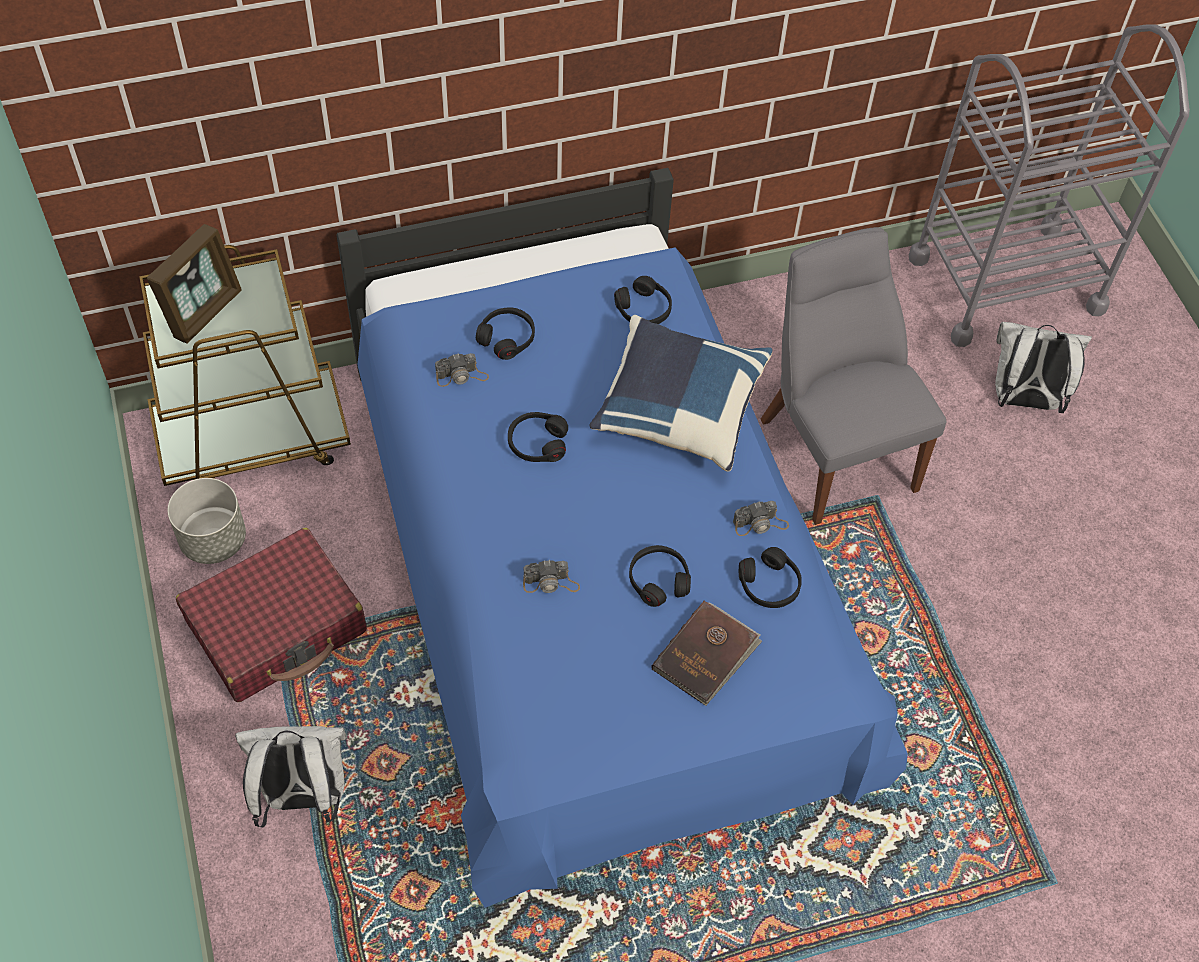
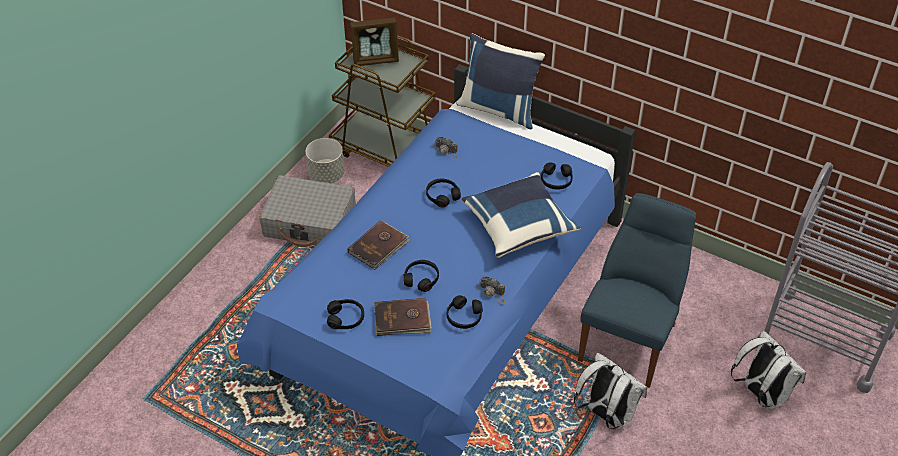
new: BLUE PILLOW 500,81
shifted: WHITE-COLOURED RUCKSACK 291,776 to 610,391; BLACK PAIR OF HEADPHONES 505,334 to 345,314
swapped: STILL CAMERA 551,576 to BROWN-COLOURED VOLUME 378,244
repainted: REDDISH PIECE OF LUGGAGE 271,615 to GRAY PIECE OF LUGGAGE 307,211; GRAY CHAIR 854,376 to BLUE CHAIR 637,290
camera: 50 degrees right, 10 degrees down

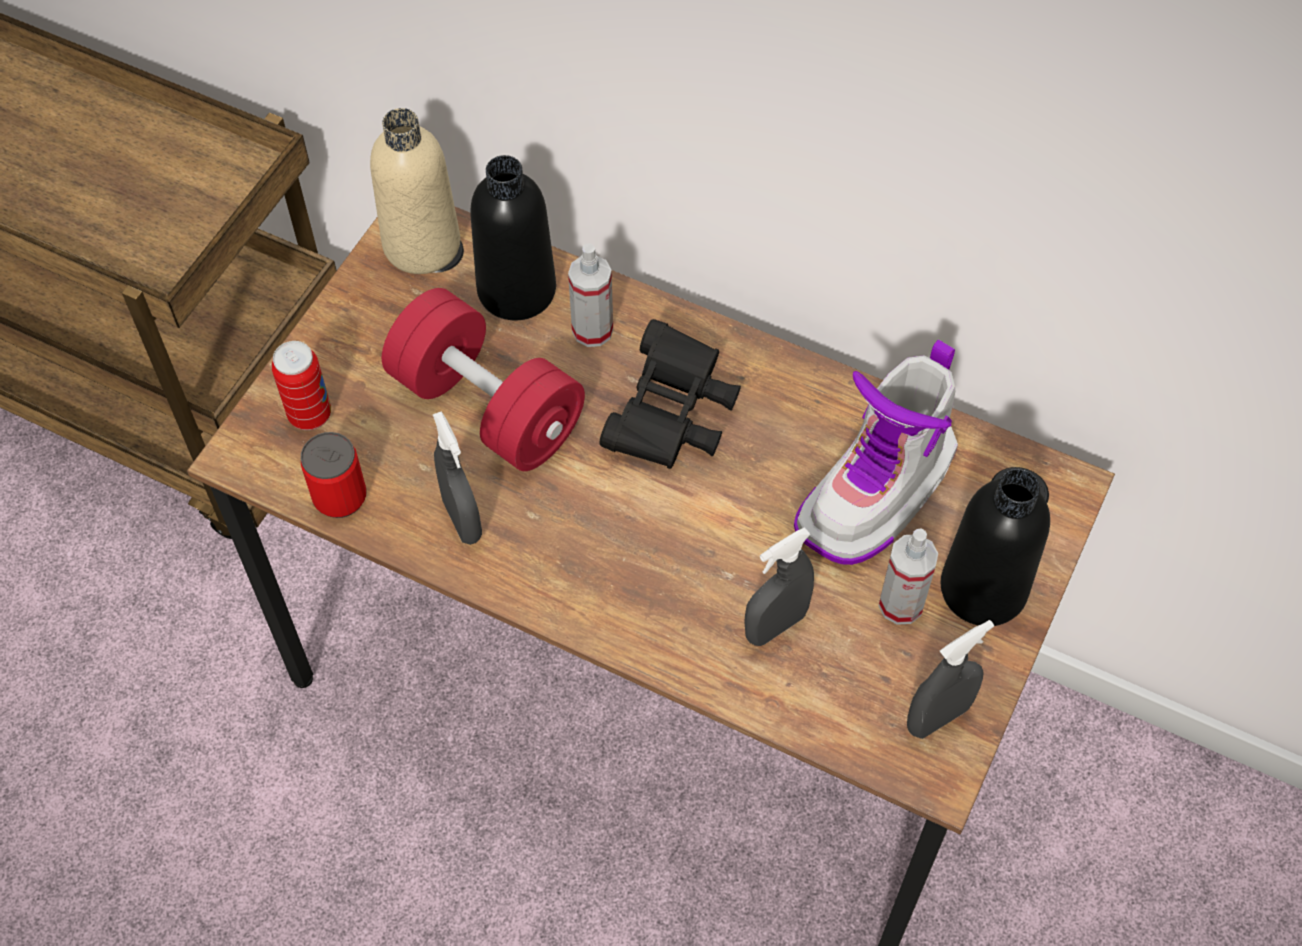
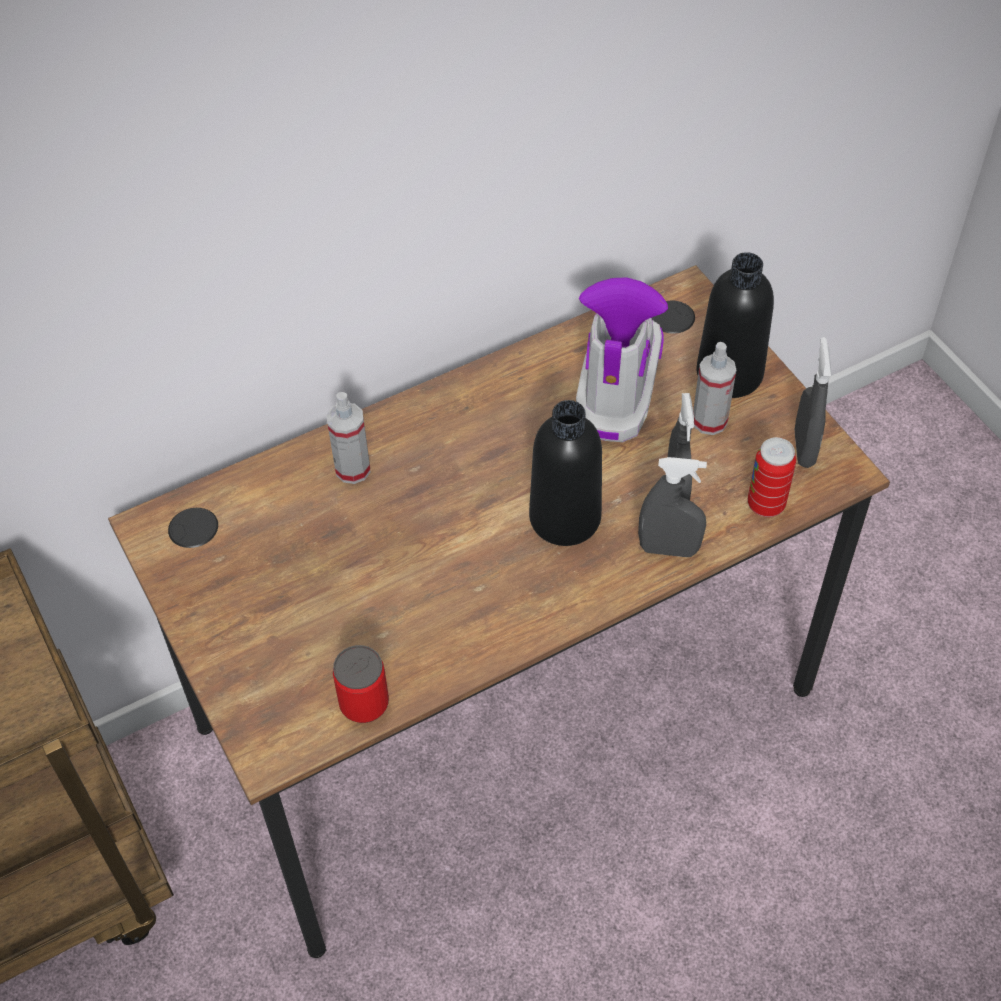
gone: SAND-COLOURED DRINK BOTTLE 415,191; REDDISH HAND WEIGHT 483,379; BLACK BINOCULARS 670,394
shifted: SEALED CAN 301,385 to 772,477; GRAY HAND SPRAYER 457,478 to 672,507; BLACK DRINK BOTTLE 513,237 to 565,473
rotated: TALL BOOT 876,452 = 622,359 150 degrees counterclockwise
camera: 55 degrees left, 5 degrees down

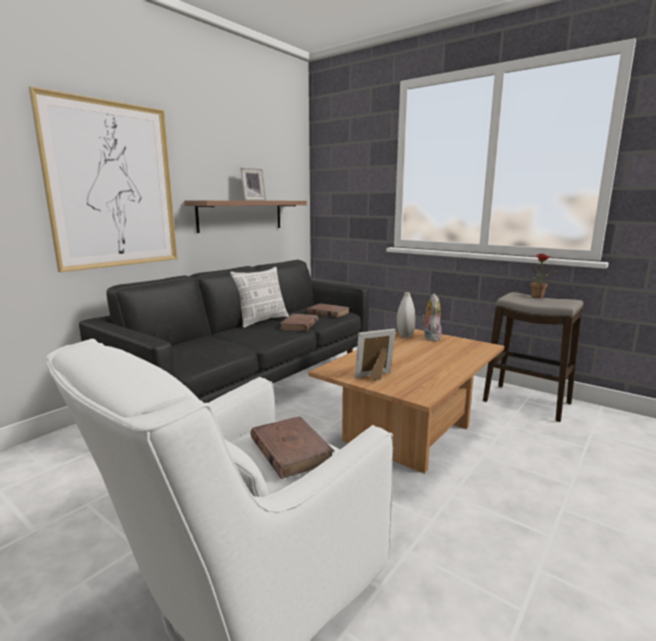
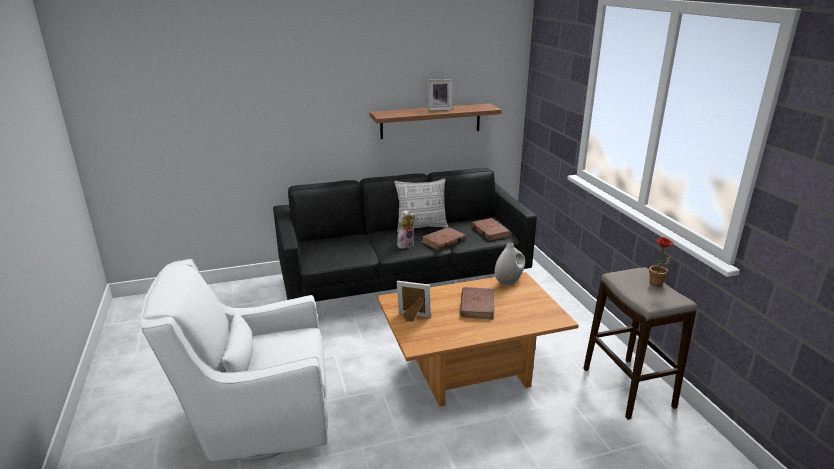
gone: WALL PICTURE 103,179
shifted: BROWN-COLOURED VOLUME 292,447 to 477,303; SOFT TOY 432,317 to 406,229
camera: 35 degrees right, 10 degrees up

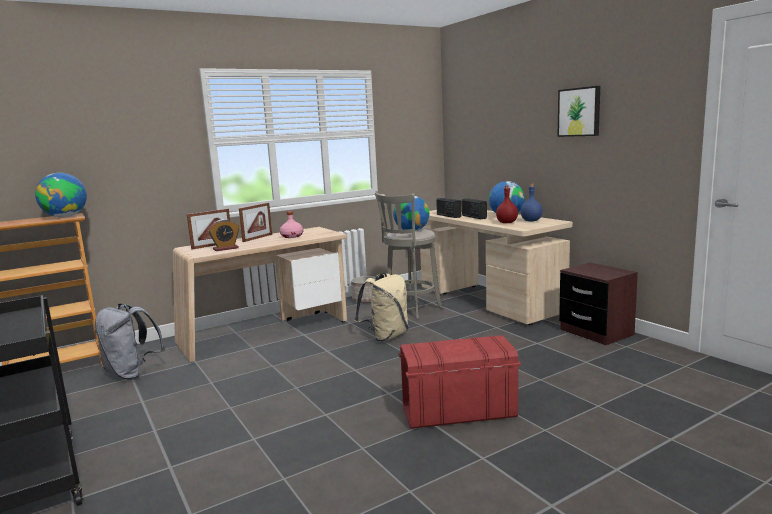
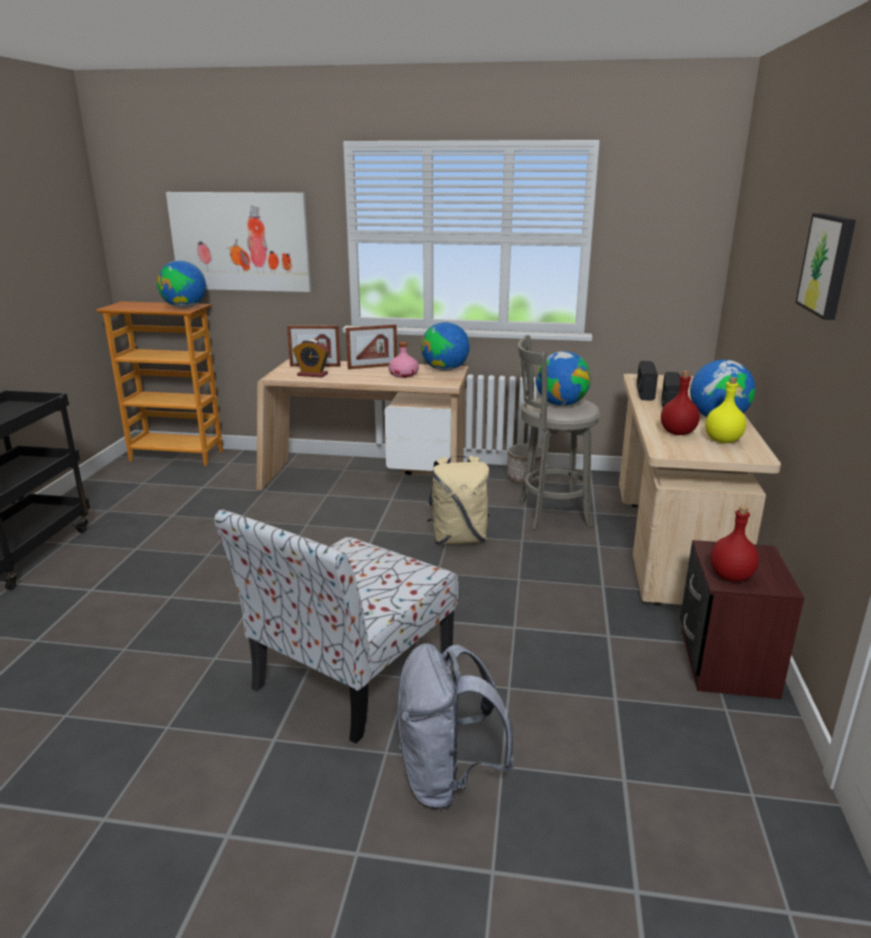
new: WALL PICTURE 238,242; WORLD GLOBE 445,346; REDDISH DRINK BOTTLE 734,544
shifted: GRAY RUCKSACK 130,342 to 456,726
swapped: REDDISH STORAGE BOX 459,382 to CHAIR 336,626
repainted: BLUE DRINK BOTTLE 532,202 to YELLOWISH DRINK BOTTLE 725,410
camera: 40 degrees right, 10 degrees up

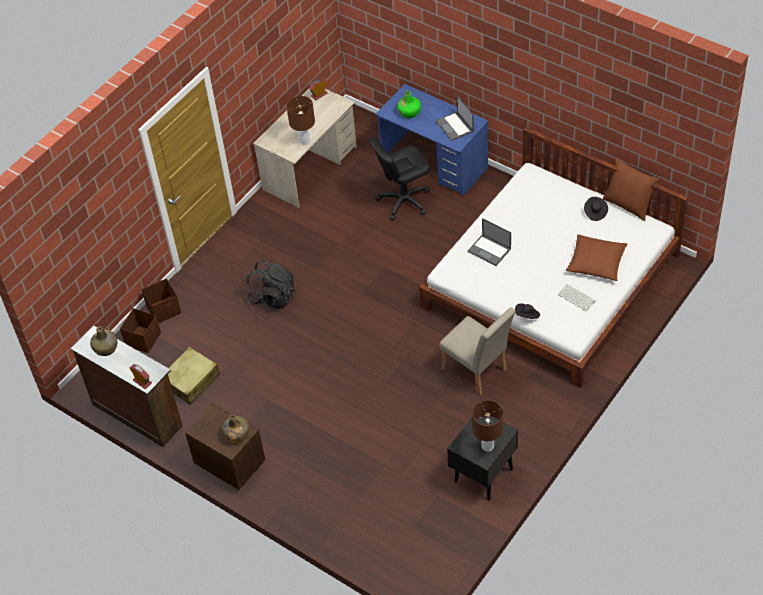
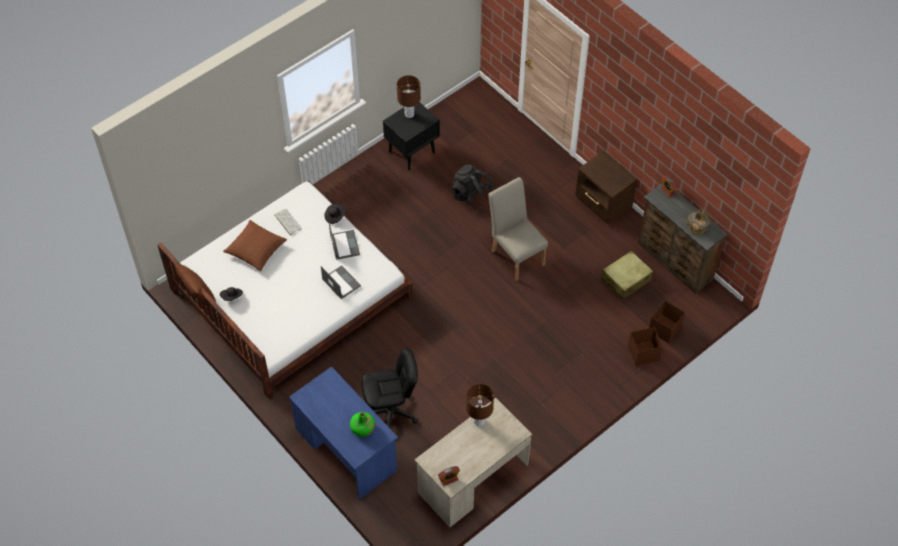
gone: GREENISH DRINK BOTTLE 235,429
shifted: BLACK RUCKSACK 270,284 to 473,188; PORTABLE COMPUTER 454,118 to 344,241; SAND-COLOURED CHAIR 478,351 to 518,229
camera: 170 degrees left, 5 degrees up

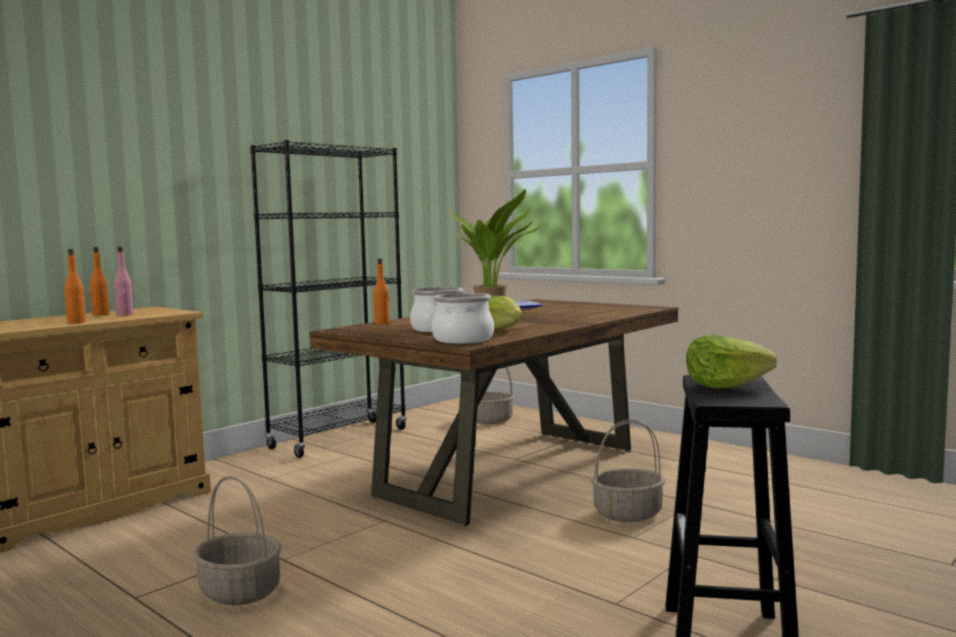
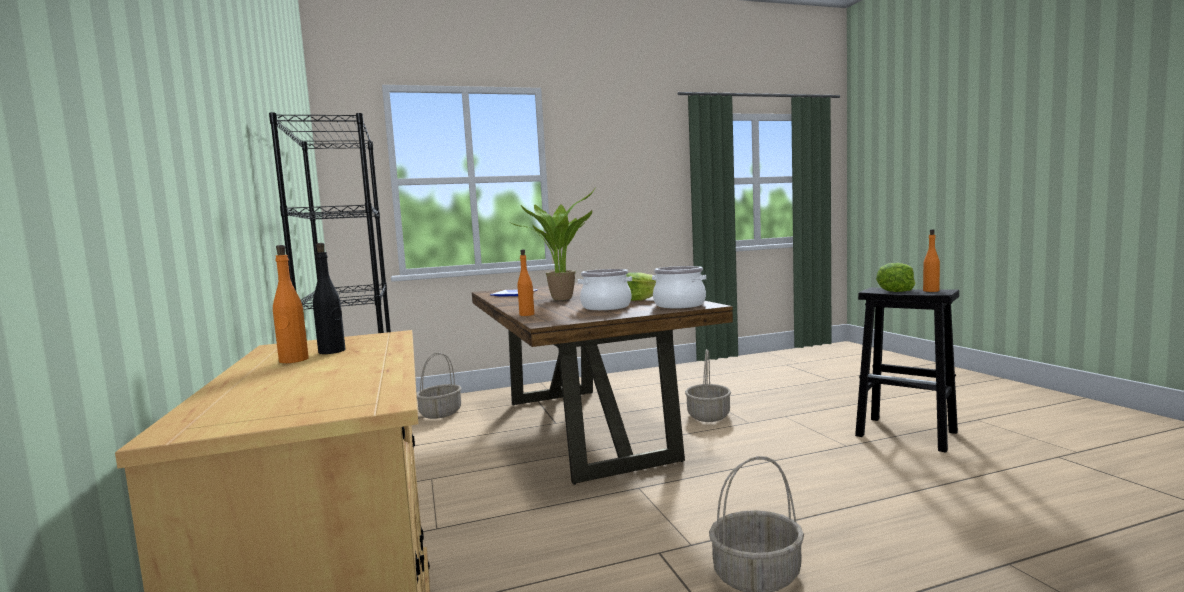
shifted: ORANGE-COLOURED DRINK BOTTLE 75,286 to 931,260
repainted: PINK DRINK BOTTLE 124,281 to BLACK DRINK BOTTLE 329,298
camera: 60 degrees left, 0 degrees up

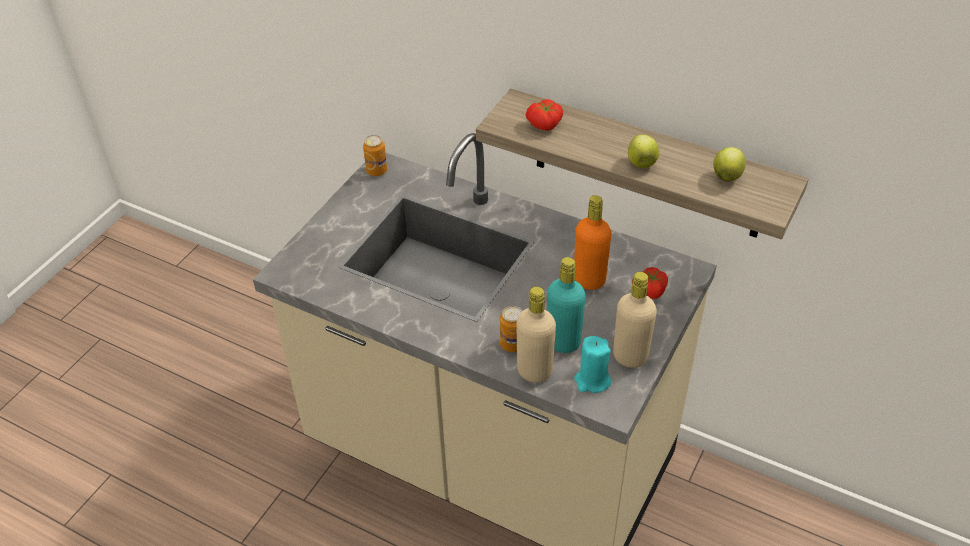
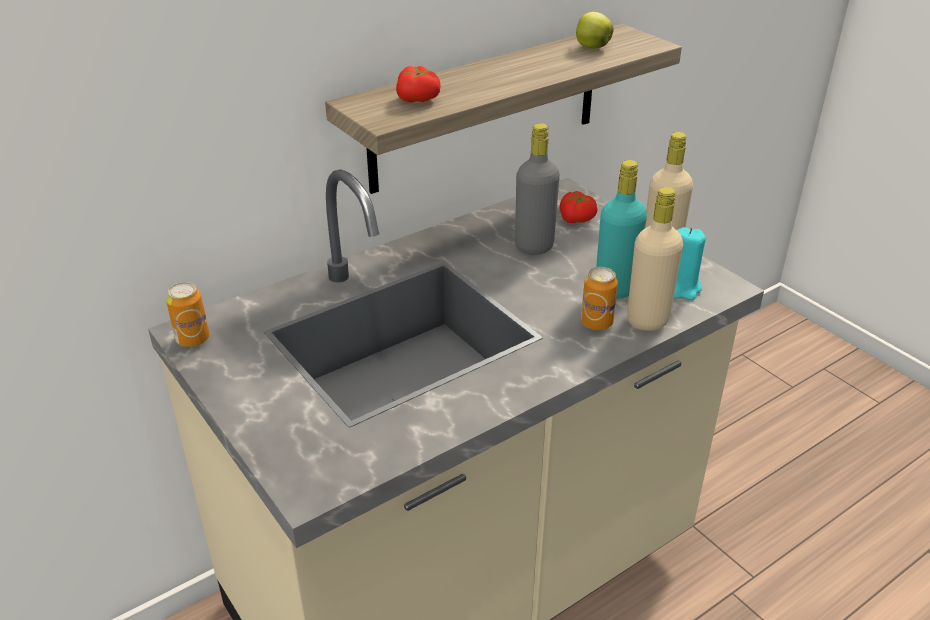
gone: APPLE 643,151
repainted: ORANGE-COLOURED DRINK BOTTLE 592,242 to GRAY DRINK BOTTLE 537,189
camera: 65 degrees left, 10 degrees down

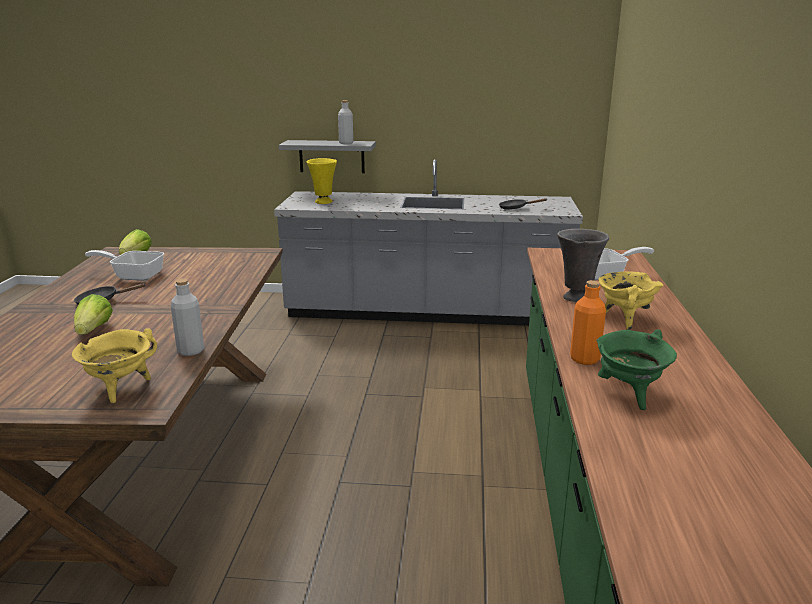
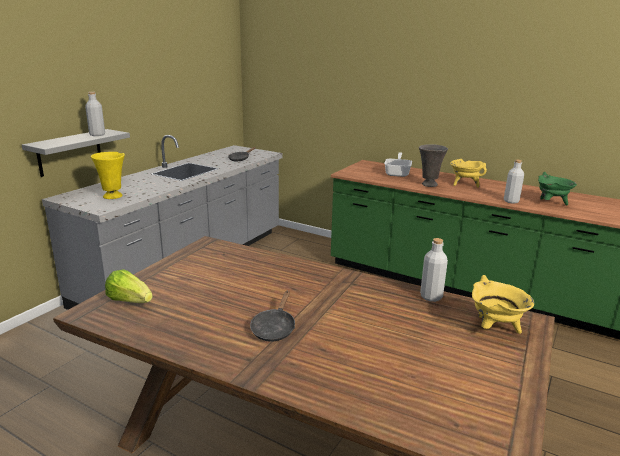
gone: LETTUCE HEAD 93,314; FRYING PAN 124,265
repainted: ORANGE-COLOURED DRINK BOTTLE 588,322 to GRAY DRINK BOTTLE 514,182
camera: 65 degrees left, 0 degrees up

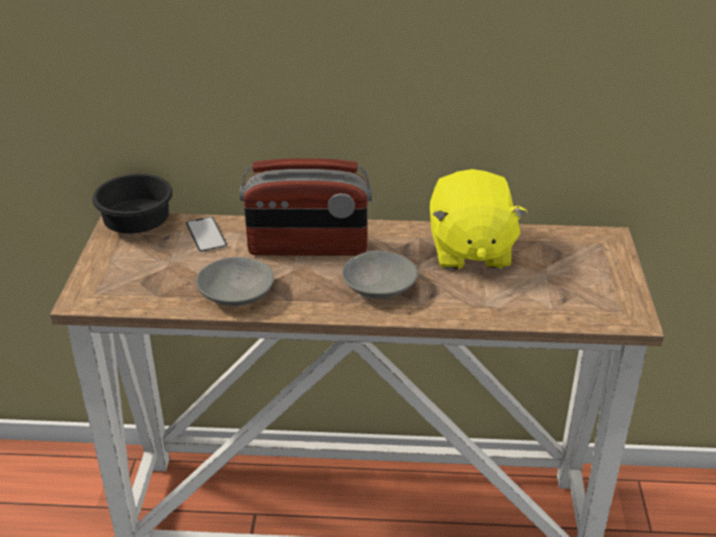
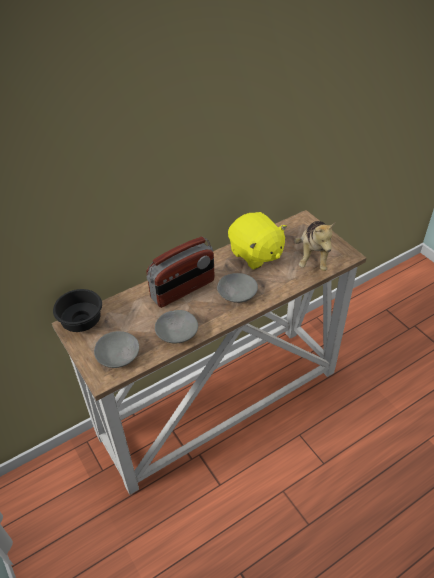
gone: PHONE 206,234
new: GRAY DEEP DISH 116,349; SOFT TOY 315,246
camera: 35 degrees left, 10 degrees up

